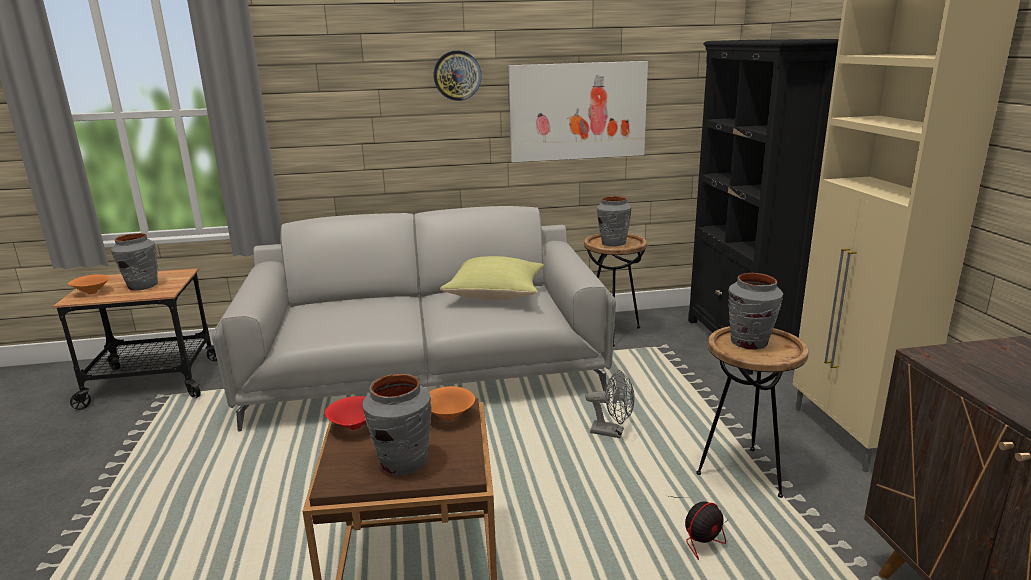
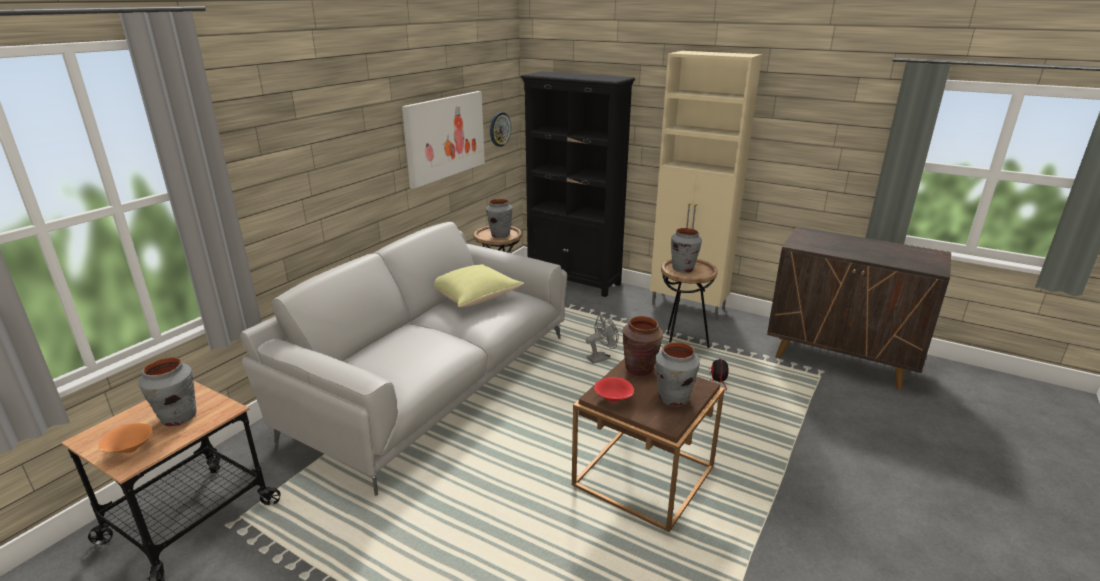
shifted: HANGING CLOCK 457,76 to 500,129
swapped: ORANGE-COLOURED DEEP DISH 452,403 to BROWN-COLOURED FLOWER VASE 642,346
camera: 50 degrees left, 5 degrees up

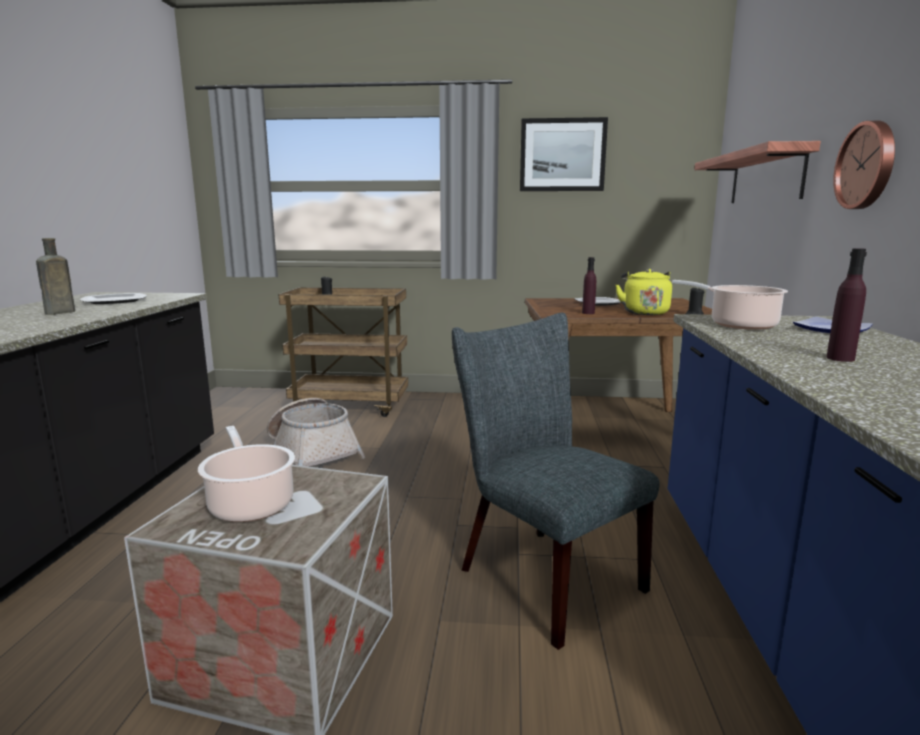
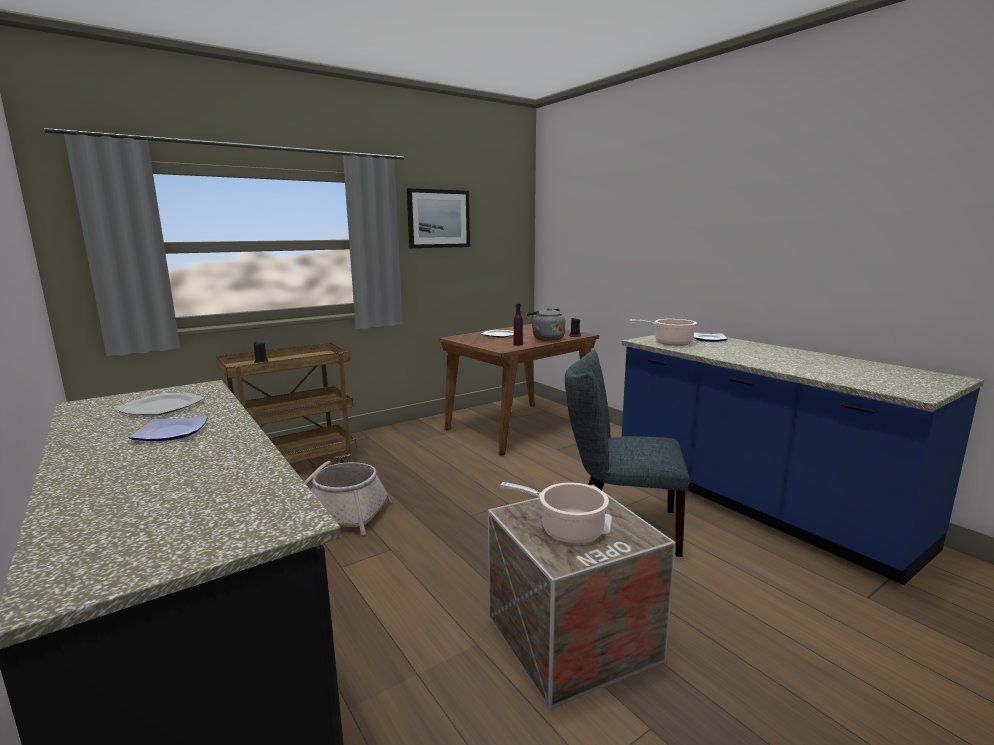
gone: SHELF 757,172; PURPLE-COLOURED DRINK BOTTLE 846,305; HANGING CLOCK 864,165
swapped: BROWN-COLOURED DRINK BOTTLE 55,276 to PLATE 168,428
repainted: YELLOWISH WATER KETTLE 644,292 to GRAY WATER KETTLE 546,324
camera: 40 degrees left, 0 degrees up

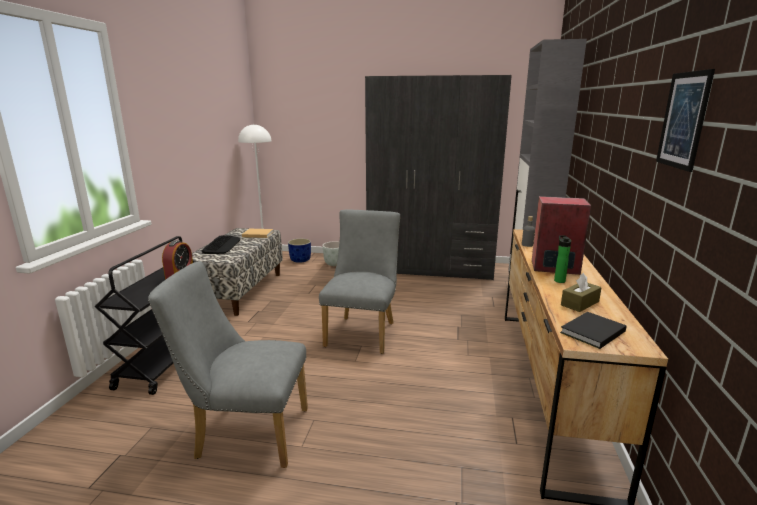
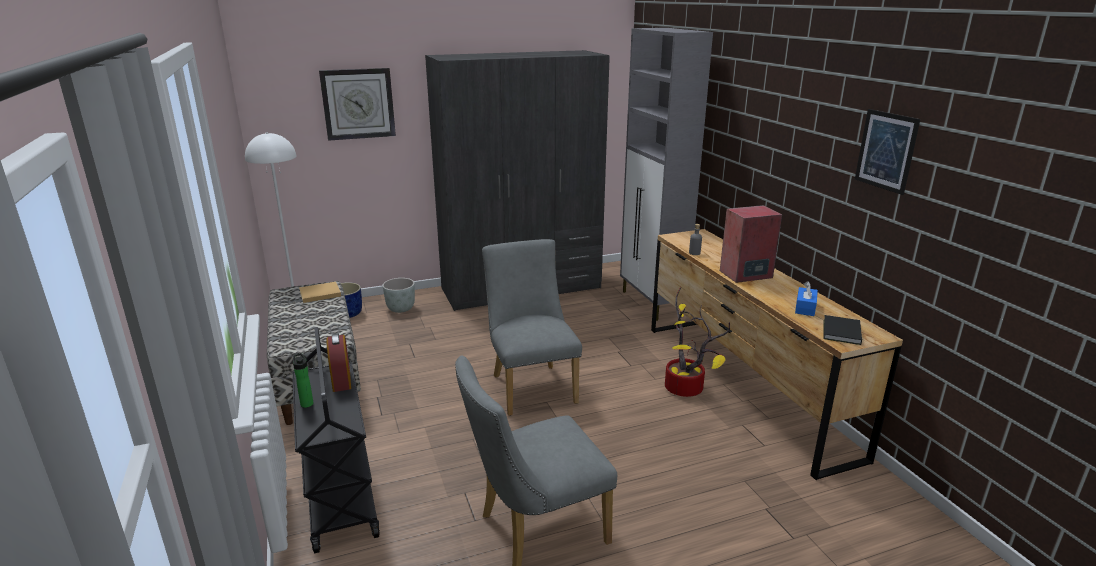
gone: COMPUTER KEYBOARD 221,244
new: HANGING CLOCK 357,104; PLANT IN A POT 697,342
shifted: DRINK BOTTLE 562,259 to 303,380
repainted: BROWN-COLOURED TISSUE HOLDER 581,292 to BLUE TISSUE HOLDER 806,298
camera: 30 degrees left, 5 degrees up

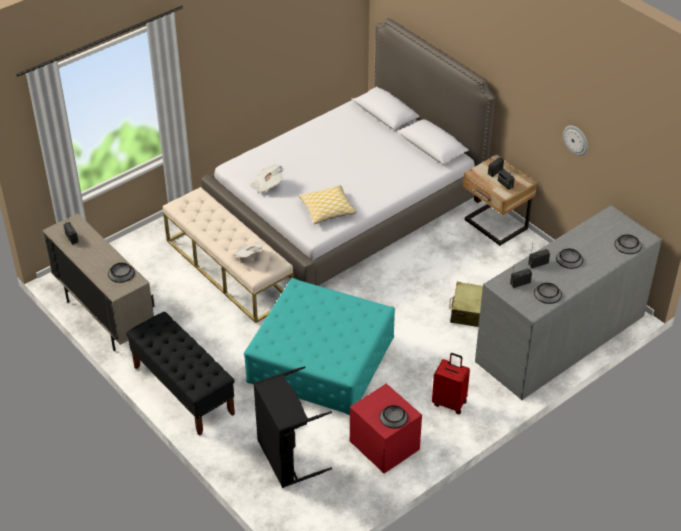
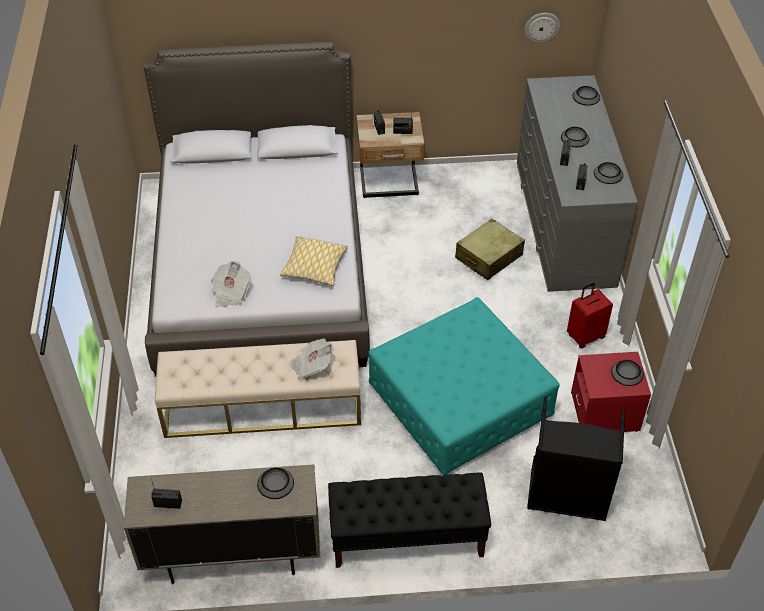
shifted: HANGING CLOCK 575,141 to 542,28
camera: 55 degrees left, 5 degrees up

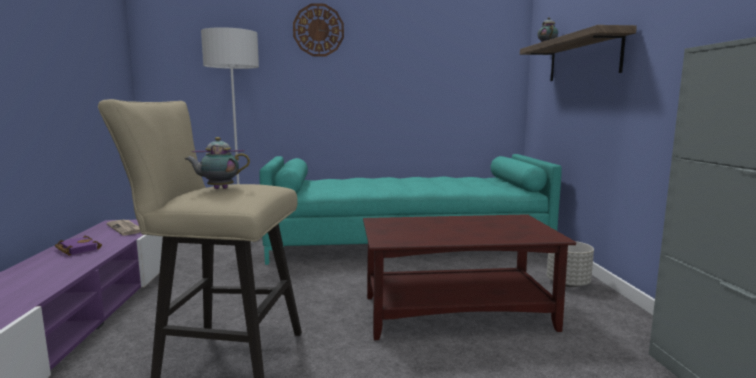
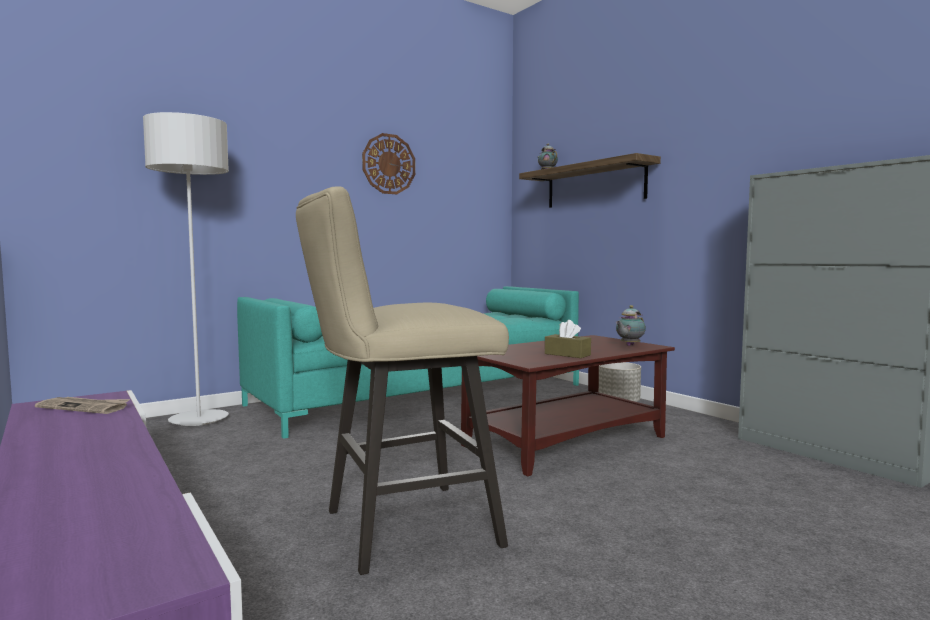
gone: PURPLE-COLOURED VOLUME 78,245
new: BROWN-COLOURED TISSUE HOLDER 568,339
shifted: POT FOR TEA 217,163 to 631,325; HANGING CLOCK 318,29 to 388,163
camera: 30 degrees left, 5 degrees down

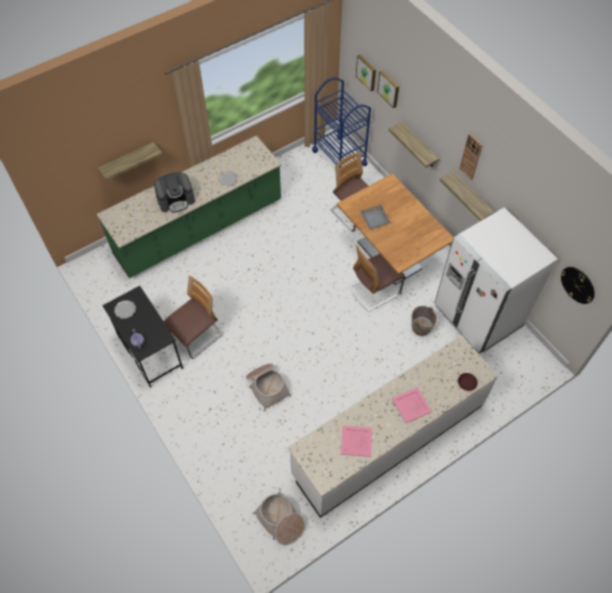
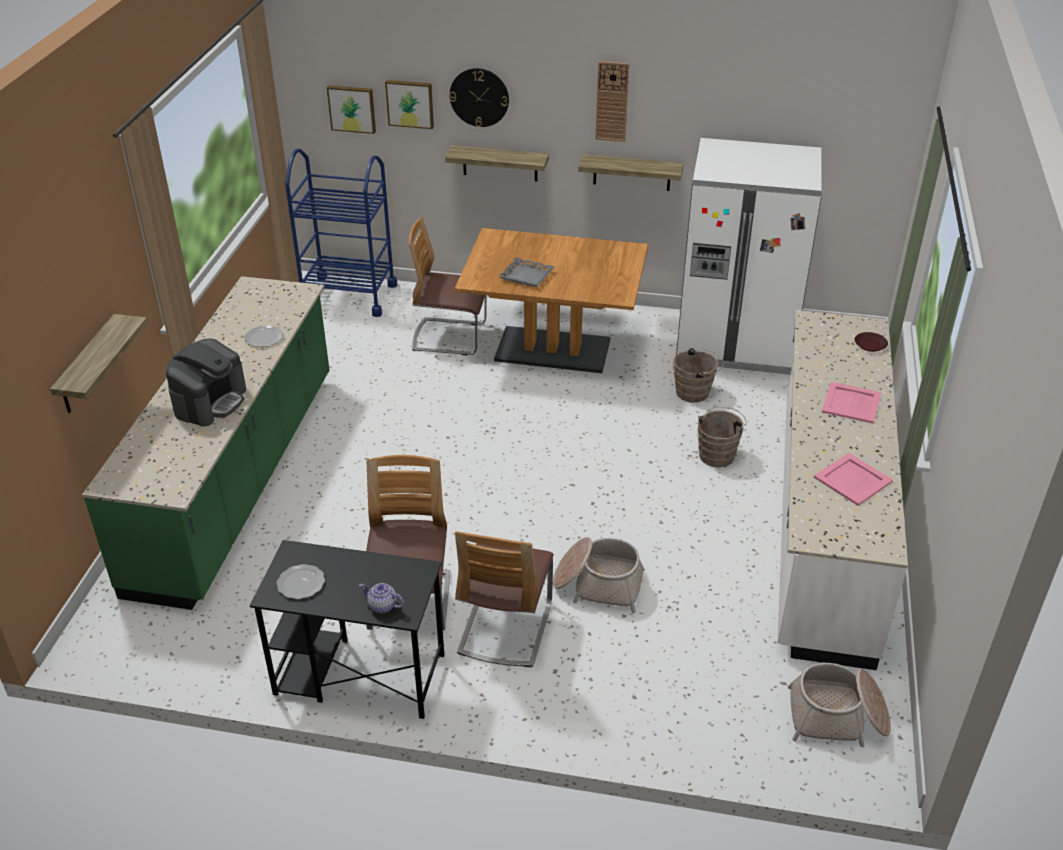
new: BROWN-COLOURED BUCKET 722,437
shifted: CHAIR 377,278 to 504,599; HANGING CLOCK 578,285 to 479,97
camera: 45 degrees left, 20 degrees down

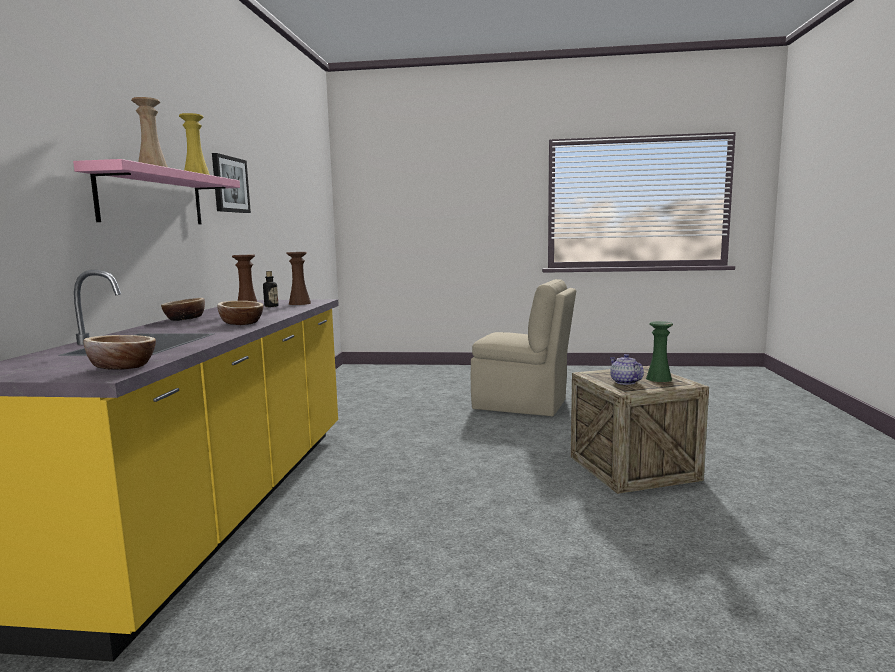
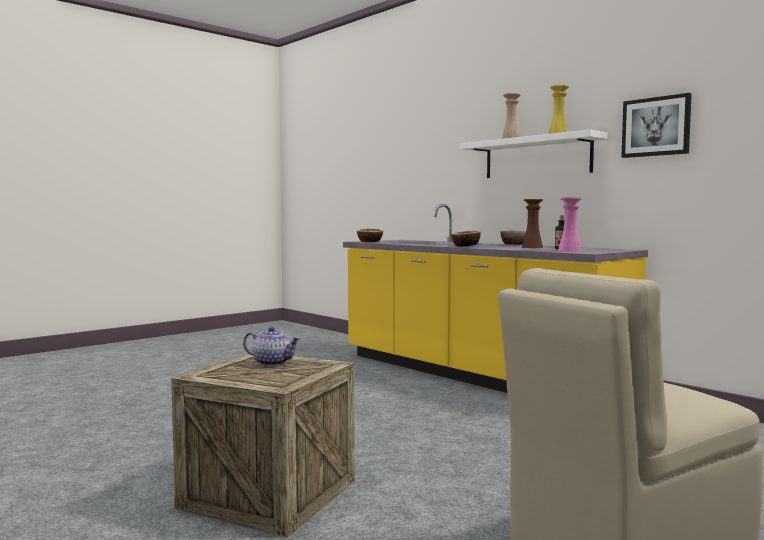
gone: GREENISH FLOWER VASE 659,351
repainted: PINK SHELF 156,191 to WHITE-COLOURED SHELF 533,154; BROWN-COLOURED FLOWER VASE 298,278 to PINK FLOWER VASE 570,224
camera: 130 degrees right, 5 degrees down

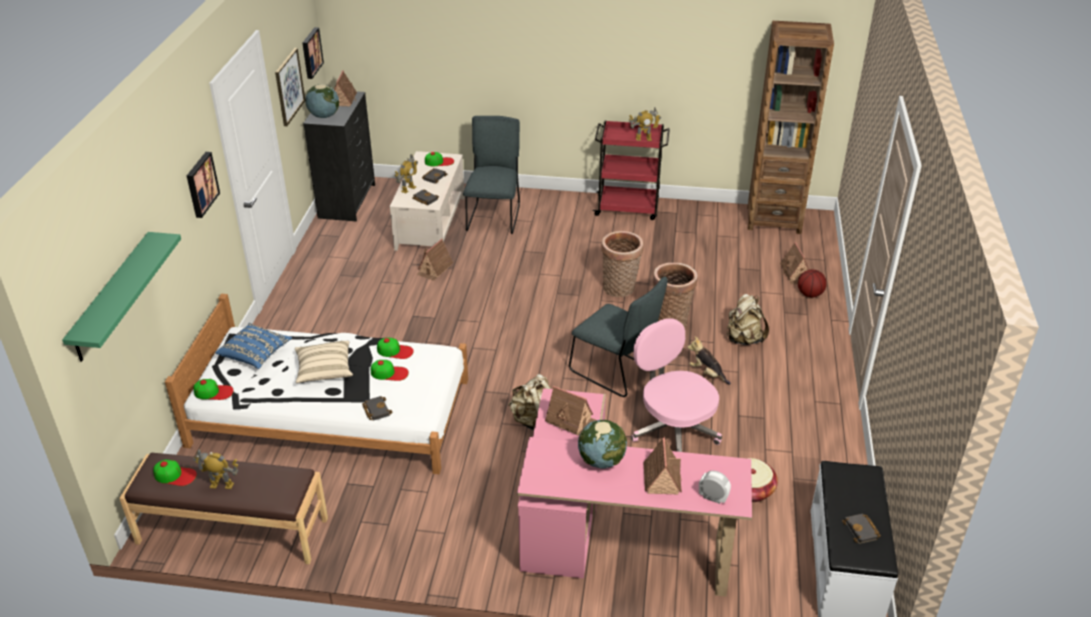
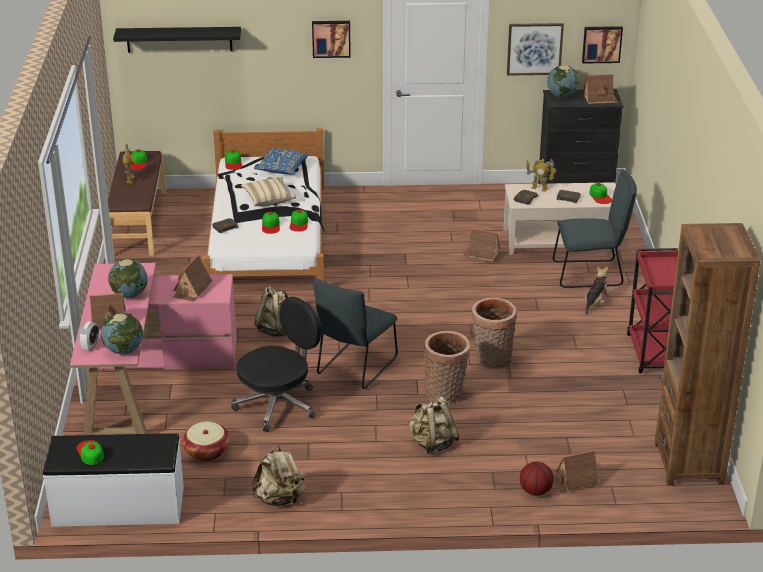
gone: MODEL ROBOT 645,124
new: WORLD GLOBE 122,333; SAND-COLOURED RUCKSACK 278,475
shifted: SOFT TOY 709,360 to 597,290
swapped: BLACK VOLUME 861,529 to PEAKED CAP 90,452
repainted: GREENISH SHELF 121,297 to BLACK SHELF 177,40; PINK COMPUTER CHAIR 676,385 to BLACK COMPUTER CHAIR 276,364
camera: 80 degrees right, 5 degrees down

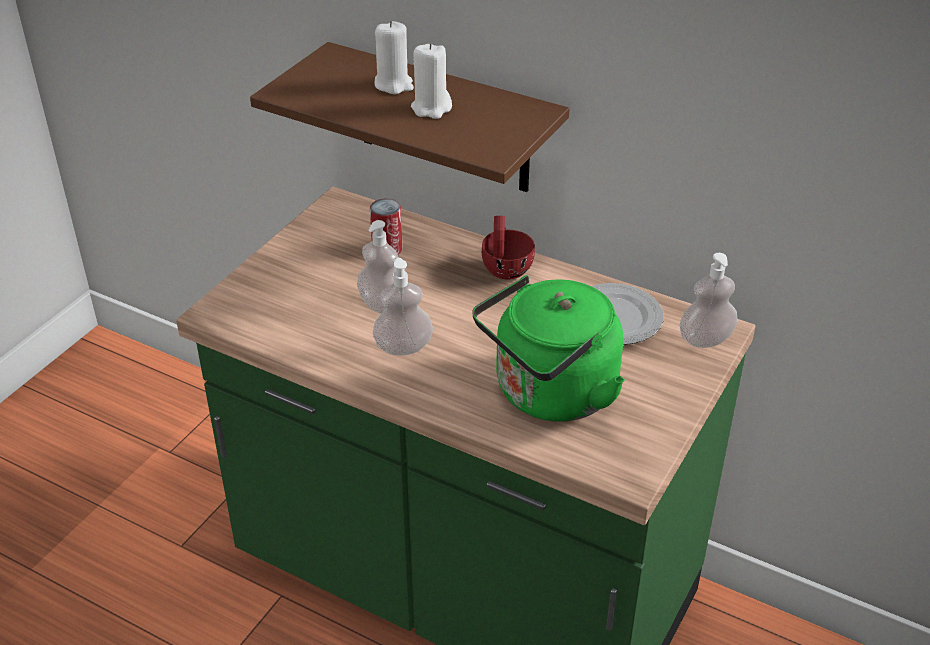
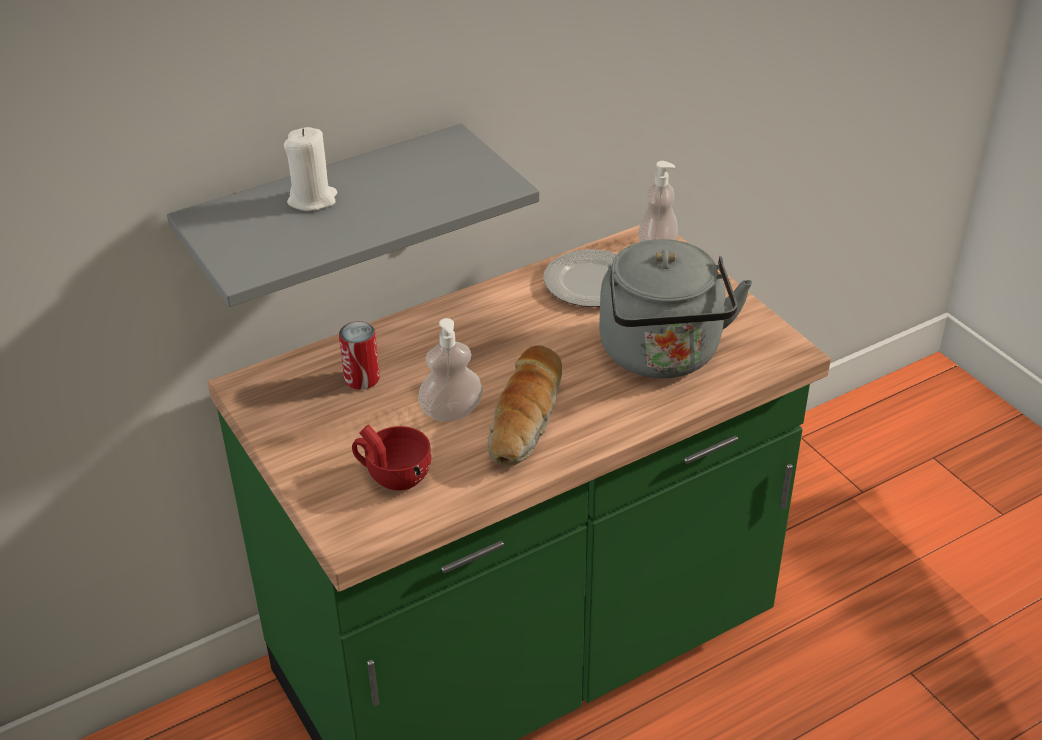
gone: WHITE-COLOURED WAX LIGHT 431,81
shifted: REDDISH DRINKING CUP 508,247 to 391,458
swapped: SOAP DISPENSER 403,307 to BAKED BREAD 525,405
repainted: BROWN-COLOURED SHELF 409,117 to GRAY SHELF 353,215; GREENISH WATER KETTLE 548,348 to GRAY WATER KETTLE 675,308
camera: 60 degrees left, 0 degrees up

